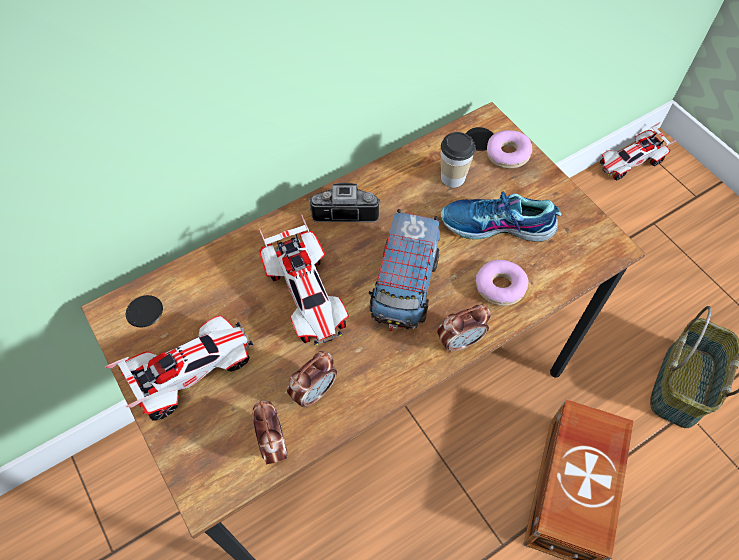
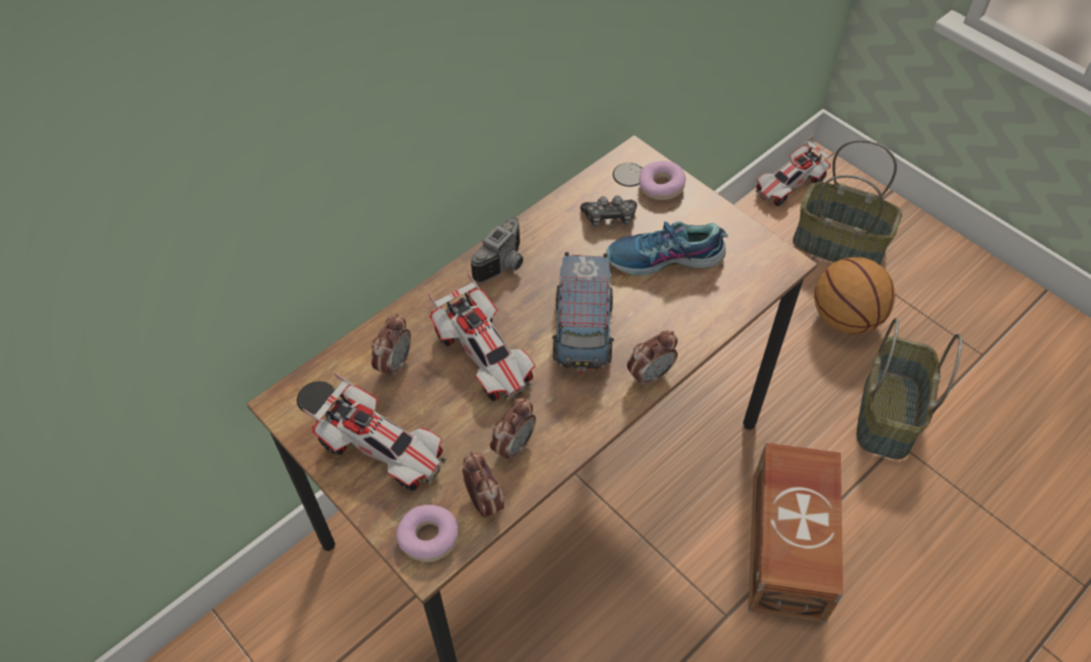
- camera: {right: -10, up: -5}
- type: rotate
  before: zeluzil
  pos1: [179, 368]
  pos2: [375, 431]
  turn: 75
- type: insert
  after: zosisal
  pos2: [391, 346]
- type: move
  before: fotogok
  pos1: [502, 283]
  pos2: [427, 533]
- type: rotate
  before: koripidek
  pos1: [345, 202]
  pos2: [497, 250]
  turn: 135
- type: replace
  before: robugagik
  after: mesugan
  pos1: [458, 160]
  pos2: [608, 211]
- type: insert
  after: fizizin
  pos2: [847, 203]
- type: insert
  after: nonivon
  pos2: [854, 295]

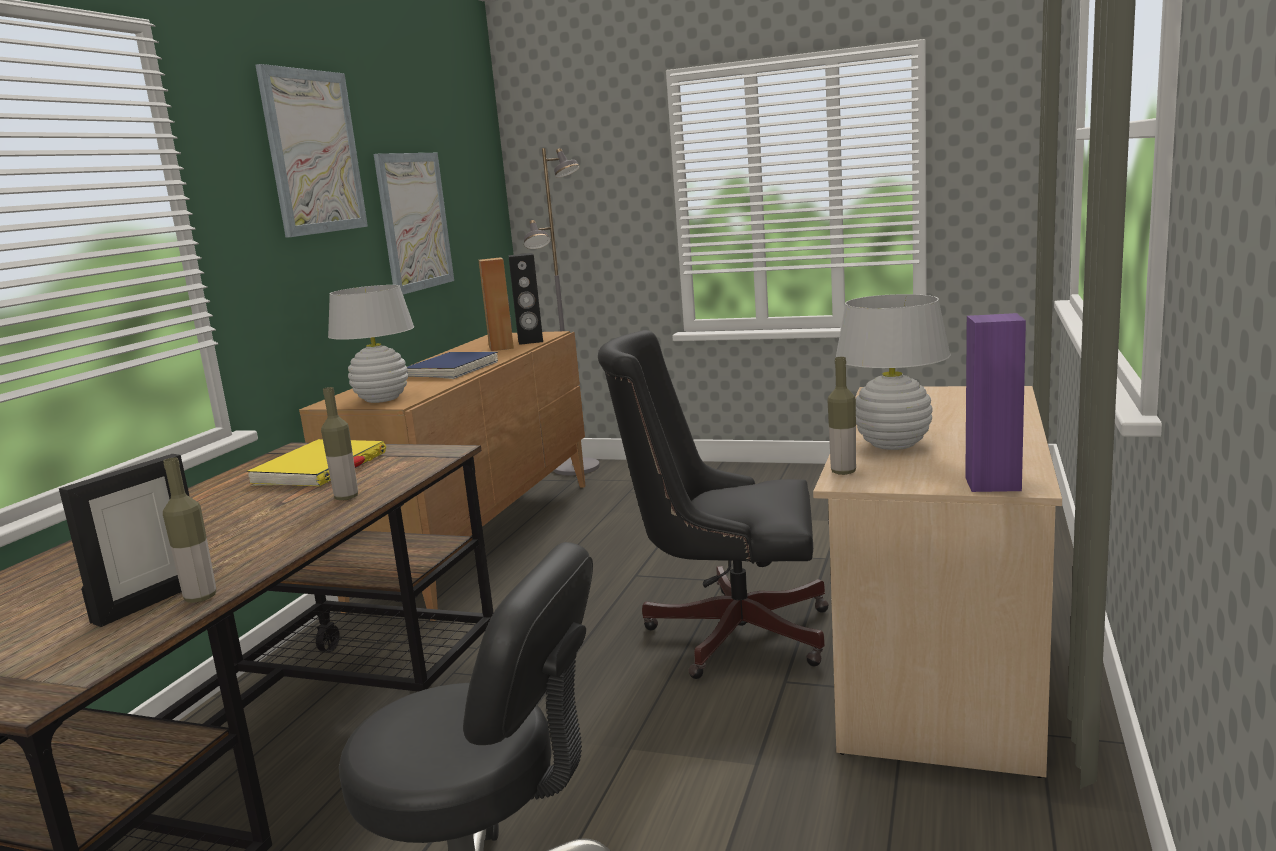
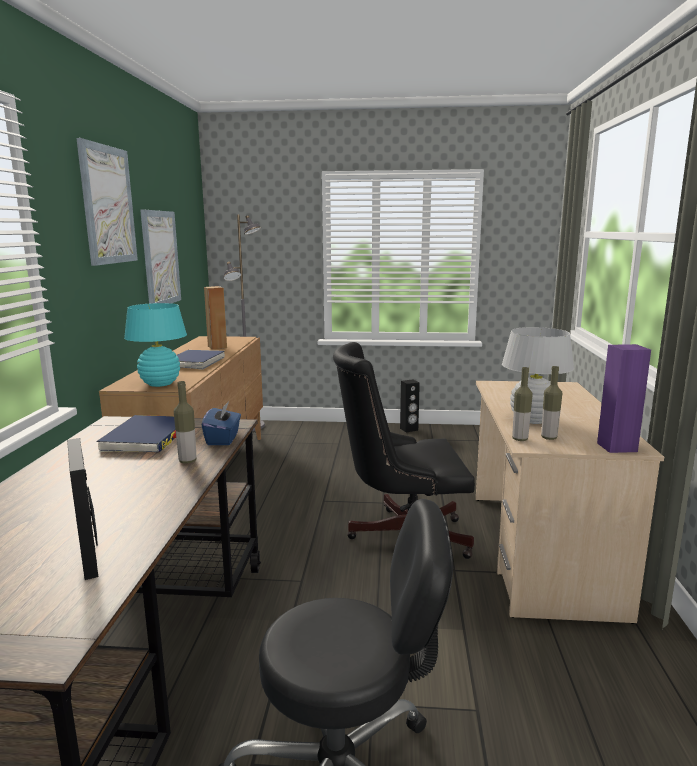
- camera: {right: -15, up: 0}
- type: rotate
  before: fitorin
  pos1: [124, 540]
  pos2: [82, 509]
  turn: 135
- type: recolor
  before: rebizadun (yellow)
  after: rebizadun (blue)
  pos1: [316, 462]
  pos2: [136, 433]
- type: recolor
  before: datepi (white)
  after: datepi (turquoise)
  pos1: [371, 344]
  pos2: [155, 345]
- type: insert
  after: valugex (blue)
  pos2: [221, 423]
- type: move
  before: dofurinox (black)
  pos1: [525, 299]
  pos2: [410, 405]
- type: move
  before: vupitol
  pos1: [189, 530]
  pos2: [551, 403]

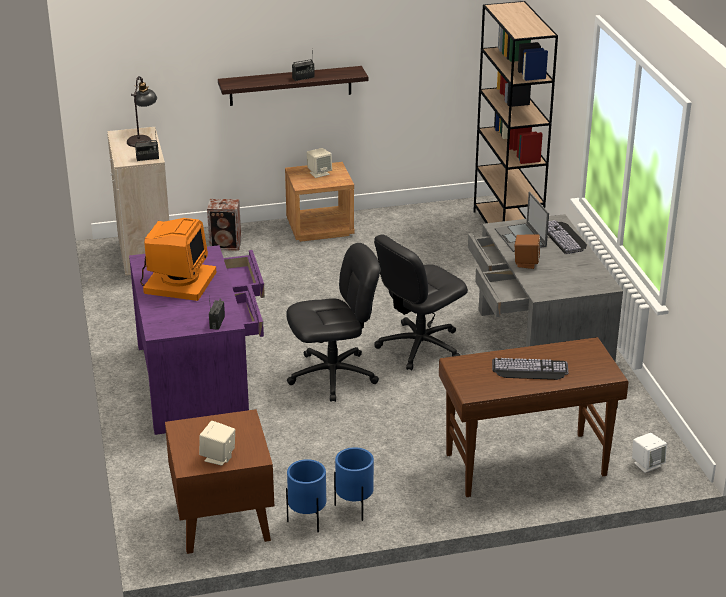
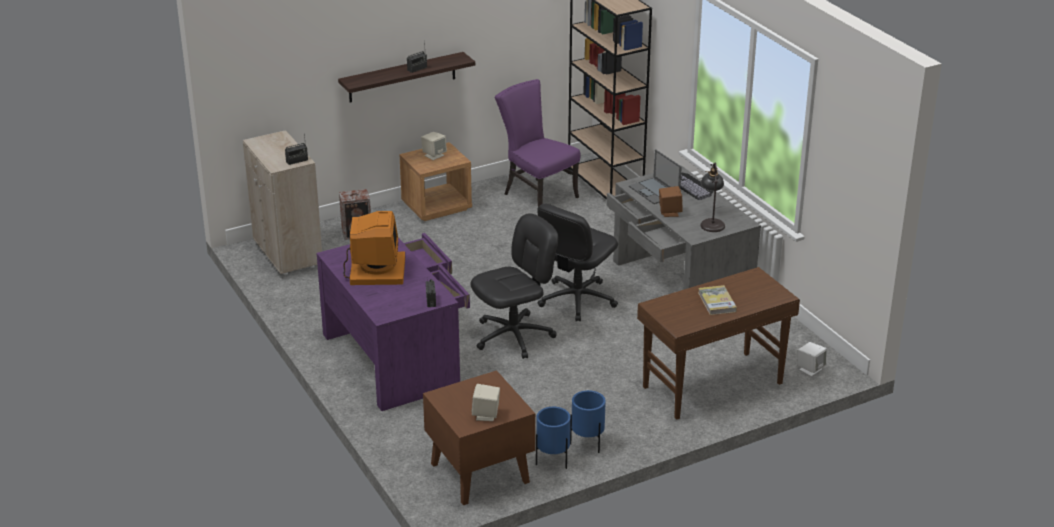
- camera: {right: -15, up: 0}
- type: insert
  after: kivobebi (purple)
  pos2: [538, 143]
- type: replace
  before: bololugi
  after: rebizadun
  pos1: [530, 369]
  pos2: [717, 300]
- type: move
  before: datepi (grey)
  pos1: [142, 111]
  pos2: [712, 197]

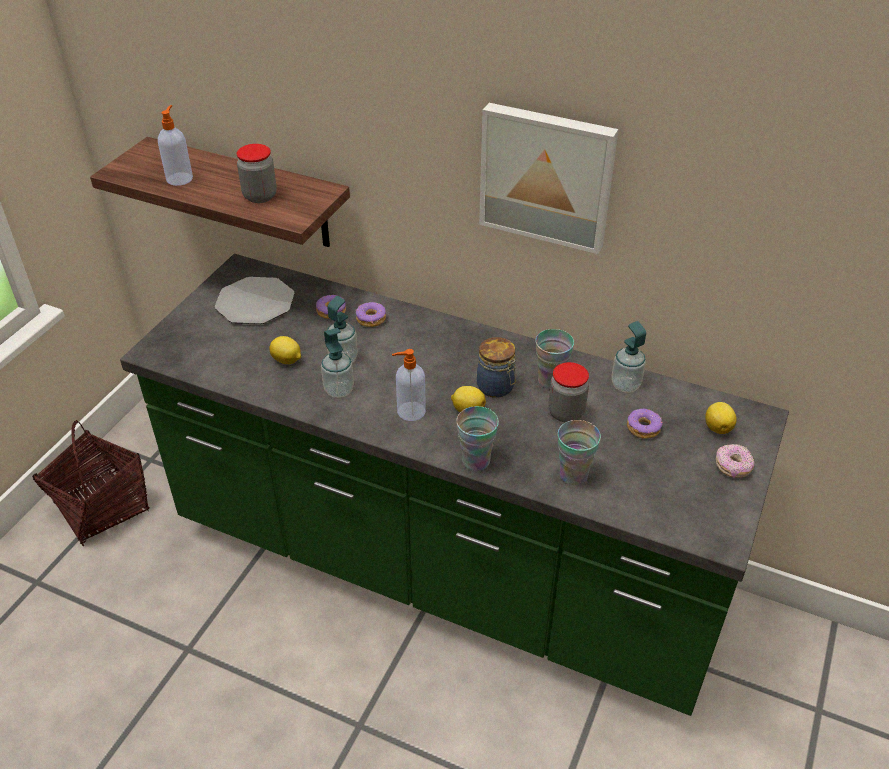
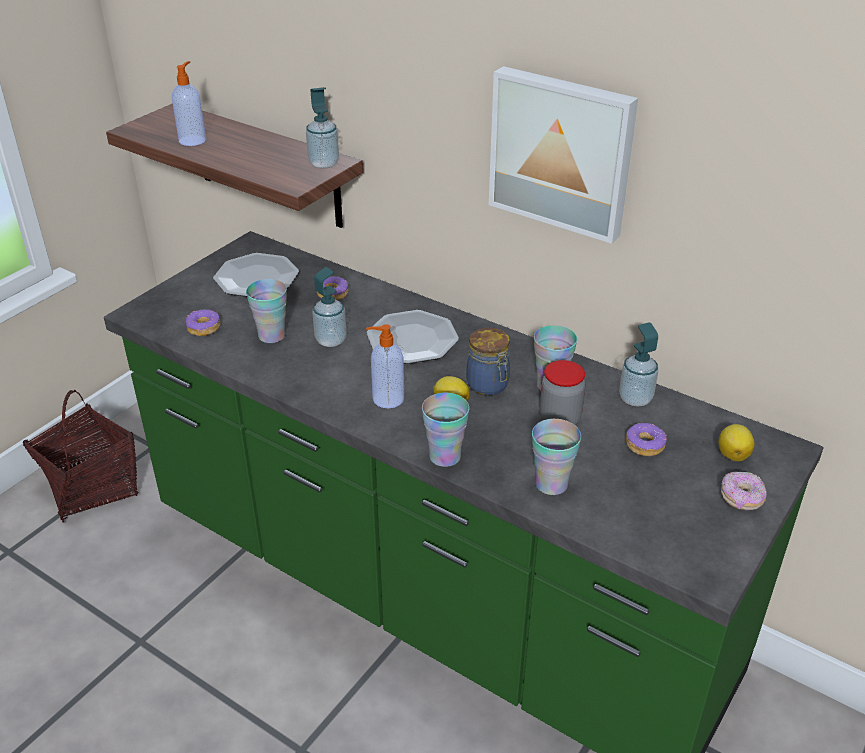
- camera: {right: 10, up: -5}
- type: move
  before: fotogok
  pos1: [371, 314]
  pos2: [203, 323]
- type: replace
  before: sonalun
  after: robugagik
  pos1: [285, 350]
  pos2: [266, 311]
- type: move
  before: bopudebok
  pos1: [337, 363]
  pos2: [322, 128]
- type: insert
  after: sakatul
  pos2: [413, 337]
- type: delete
  before: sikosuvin
  pos1: [257, 173]

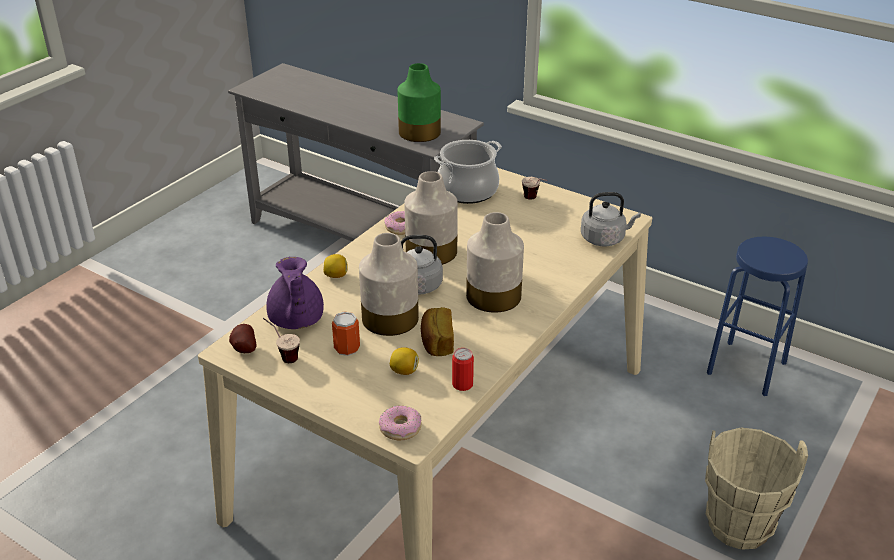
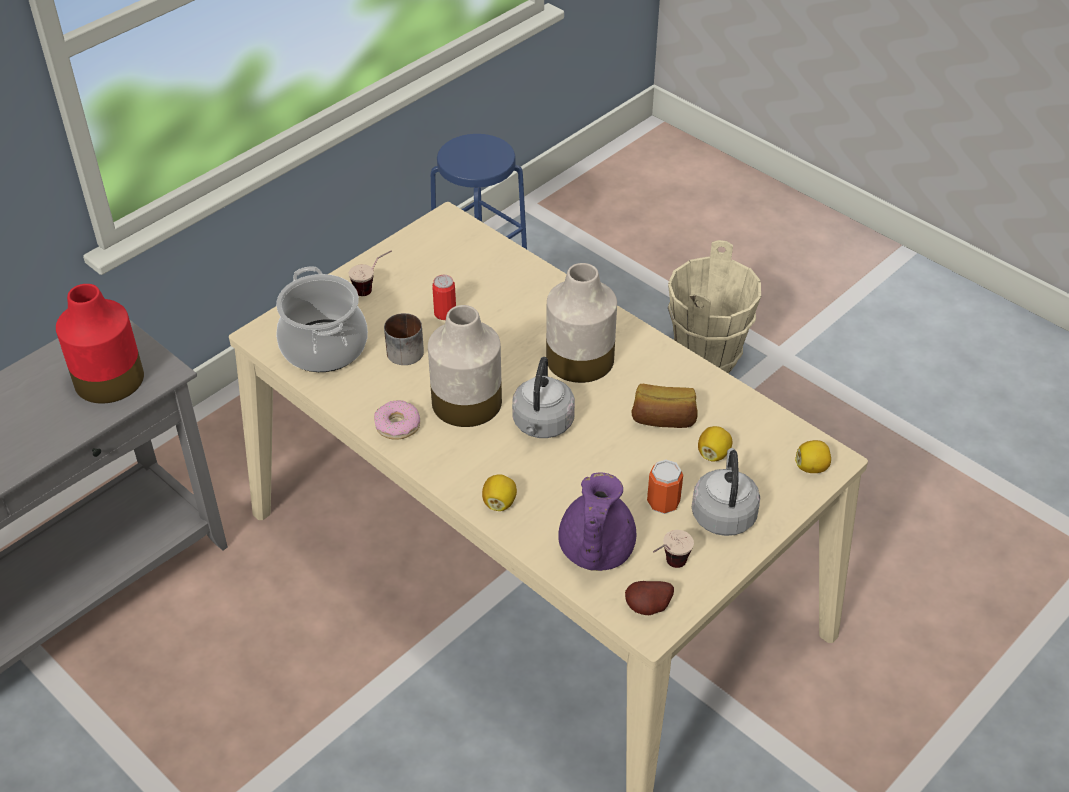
- camera: {right: -80, up: 10}
- type: recolor
  before: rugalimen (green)
  after: rugalimen (red)
  pos1: [419, 102]
  pos2: [100, 344]
- type: insert
  after: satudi
  pos2: [404, 339]
- type: move
  before: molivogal
  pos1: [463, 369]
  pos2: [444, 297]
- type: rotate
  before: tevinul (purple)
  pos1: [295, 293]
  pos2: [597, 522]
  turn: 105
- type: move
  before: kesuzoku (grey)
  pos1: [611, 219]
  pos2: [726, 492]
- type: replace
  before: fotogok
  after: sonalun
  pos1: [400, 422]
  pos2: [813, 456]
- type: delete
  before: rugalimen (beige)
  pos1: [389, 284]

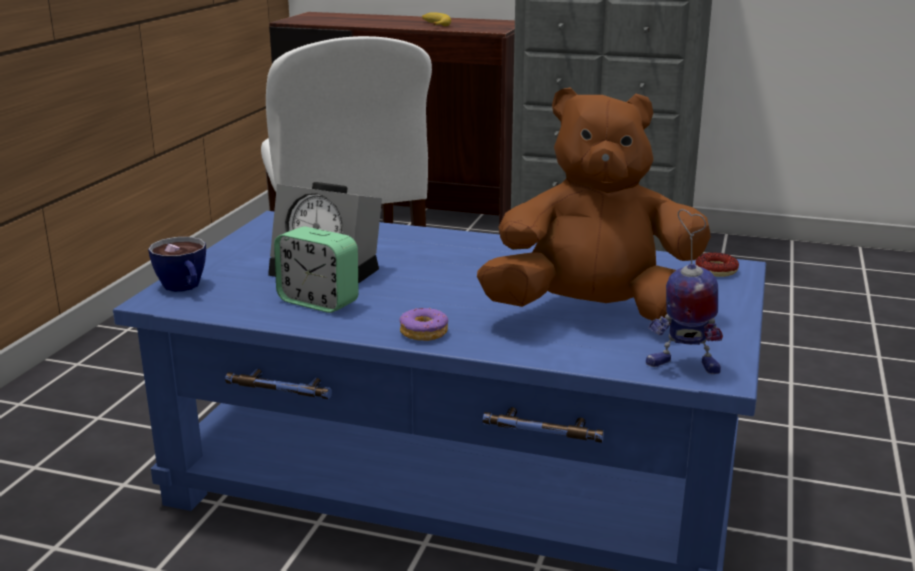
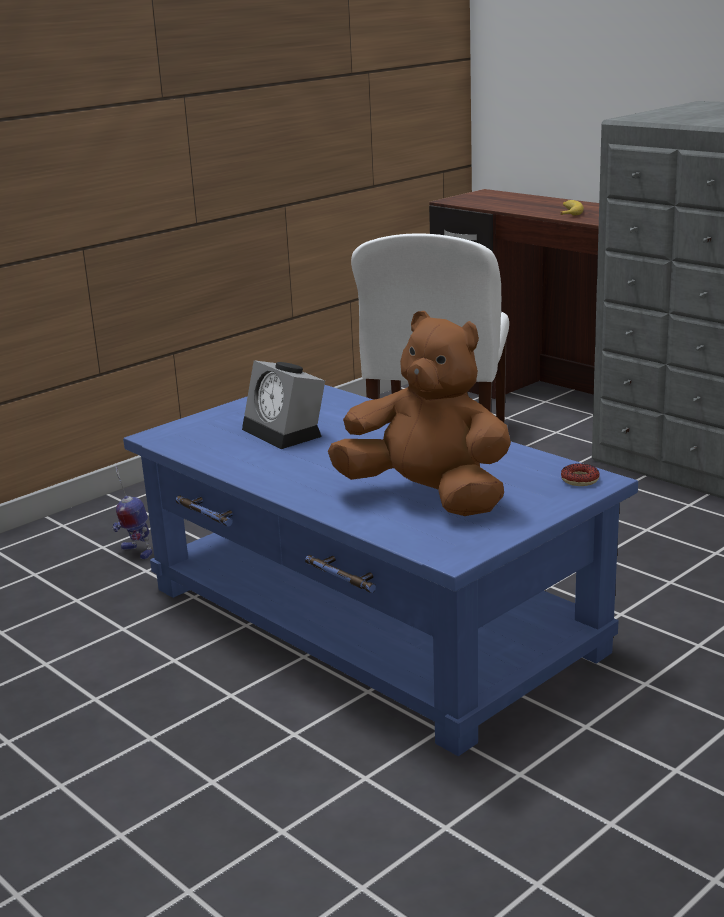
- camera: {right: 30, up: 0}
- type: move
  before: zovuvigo
  pos1: [684, 291]
  pos2: [132, 512]
- type: delete
  before: robugagik
  pos1: [177, 264]
- type: delete
  before: zosisal
  pos1: [316, 269]
- type: delete
  before: fotogok
  pos1: [423, 324]

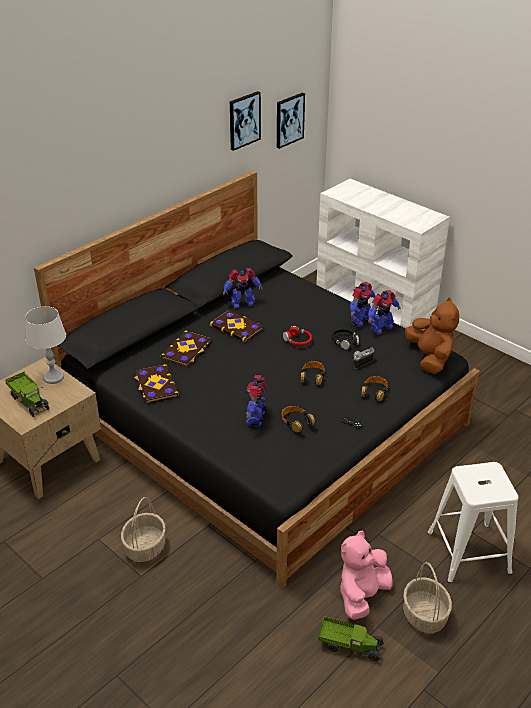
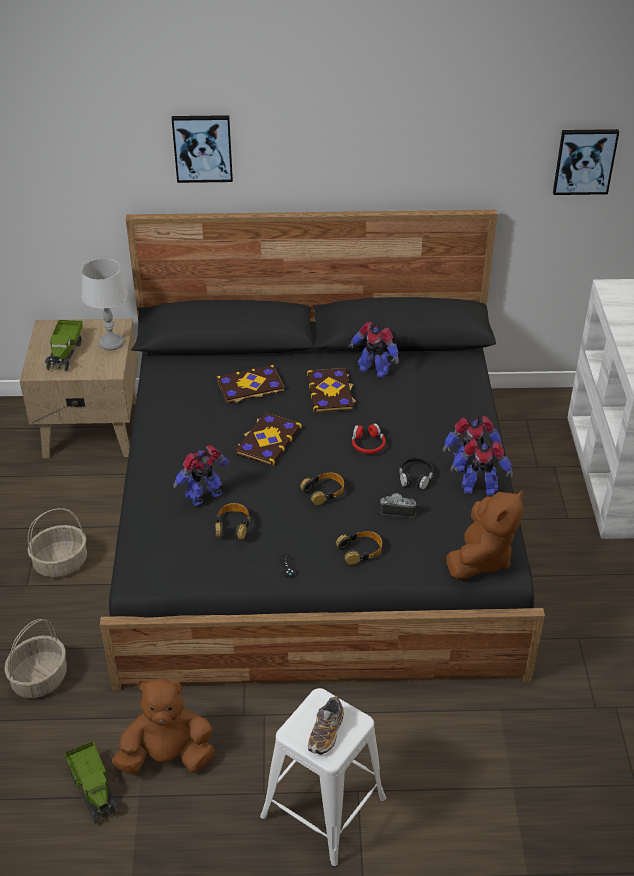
- camera: {right: 45, up: 5}
- type: move
  before: fizizin
  pos1: [427, 597]
  pos2: [35, 658]
- type: recolor
  before: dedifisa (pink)
  after: dedifisa (brown)
  pos1: [366, 575]
  pos2: [163, 726]
- type: move
  before: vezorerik
  pos1: [245, 121]
  pos2: [202, 149]
- type: move
  before: rebizadun
  pos1: [156, 383]
  pos2: [269, 439]
- type: insert
  after: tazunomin
  pos2: [326, 725]

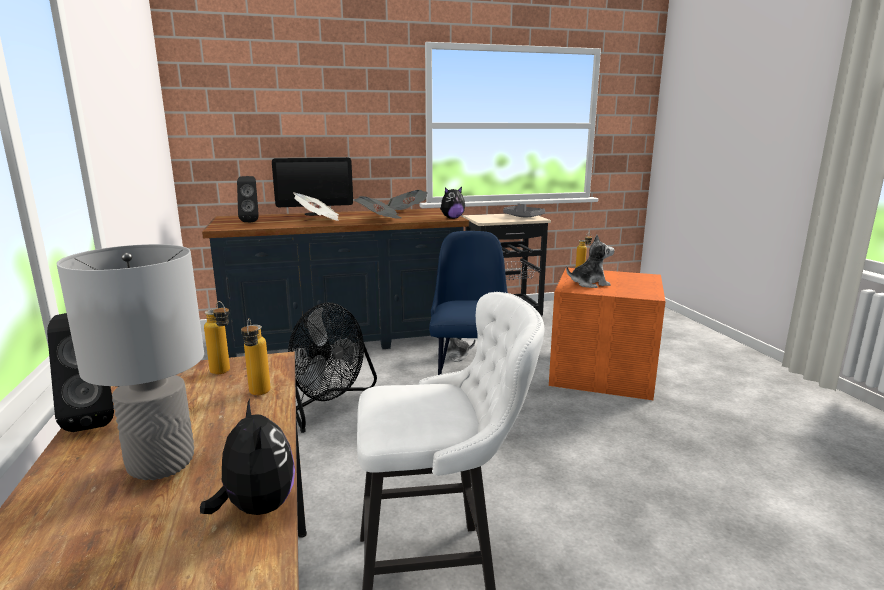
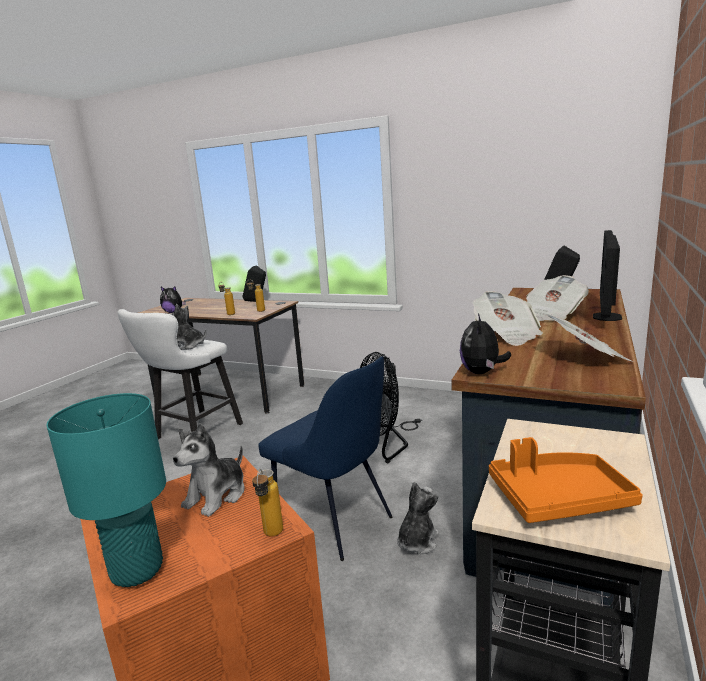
- camera: {right: 130, up: 0}
- type: insert
  after: datepi (turquoise)
  pos2: [106, 490]
- type: insert
  after: dedifisa
  pos2: [188, 327]
- type: recolor
  before: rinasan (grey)
  after: rinasan (orange)
  pos1: [524, 210]
  pos2: [566, 480]
- type: delete
  before: datepi (grey)
  pos1: [130, 362]

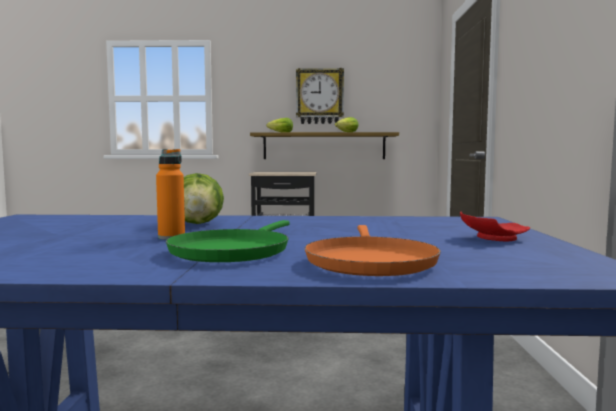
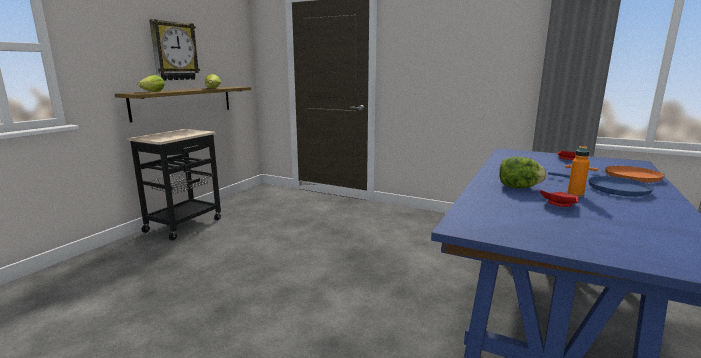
- camera: {right: -65, up: 10}
- type: insert
  after: sakatul (red)
  pos2: [559, 198]
- type: recolor
  before: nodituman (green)
  after: nodituman (blue)
  pos1: [228, 241]
  pos2: [601, 184]

